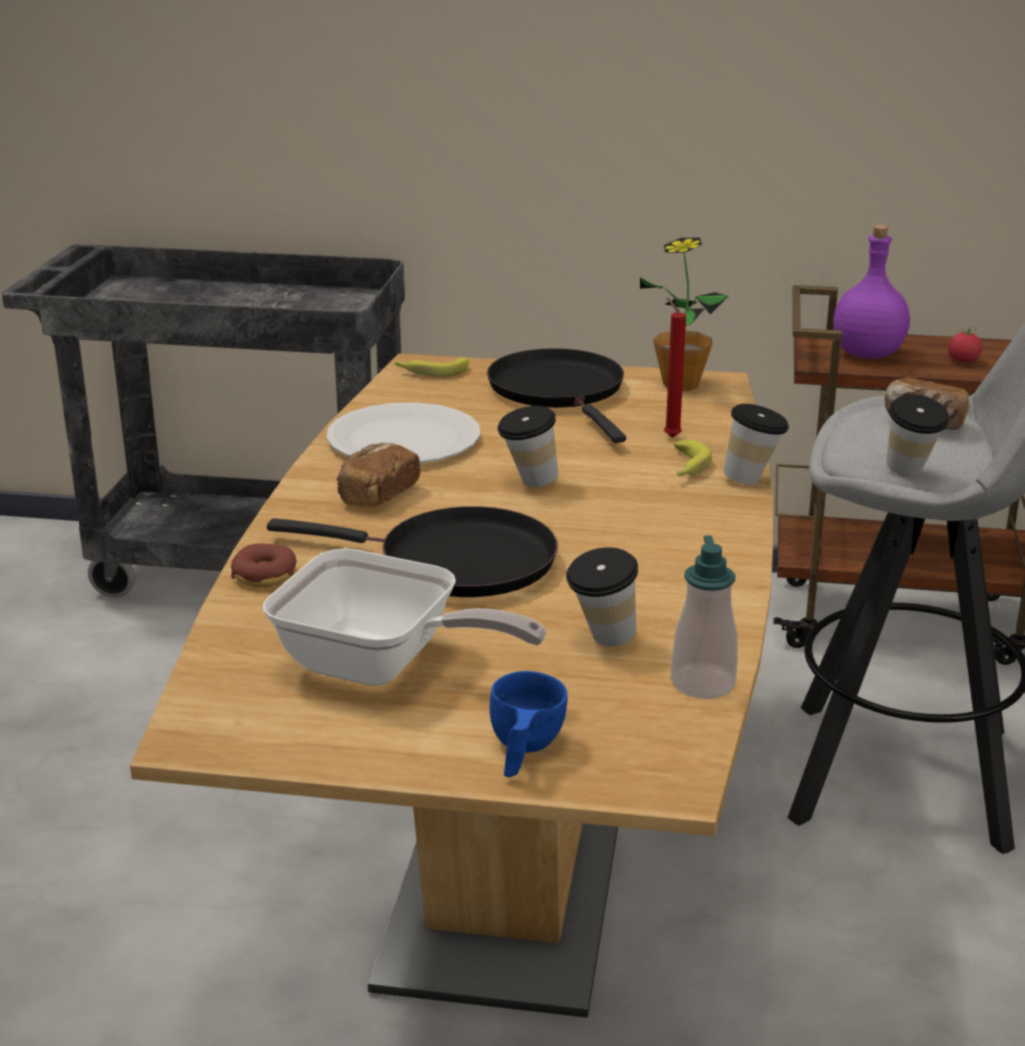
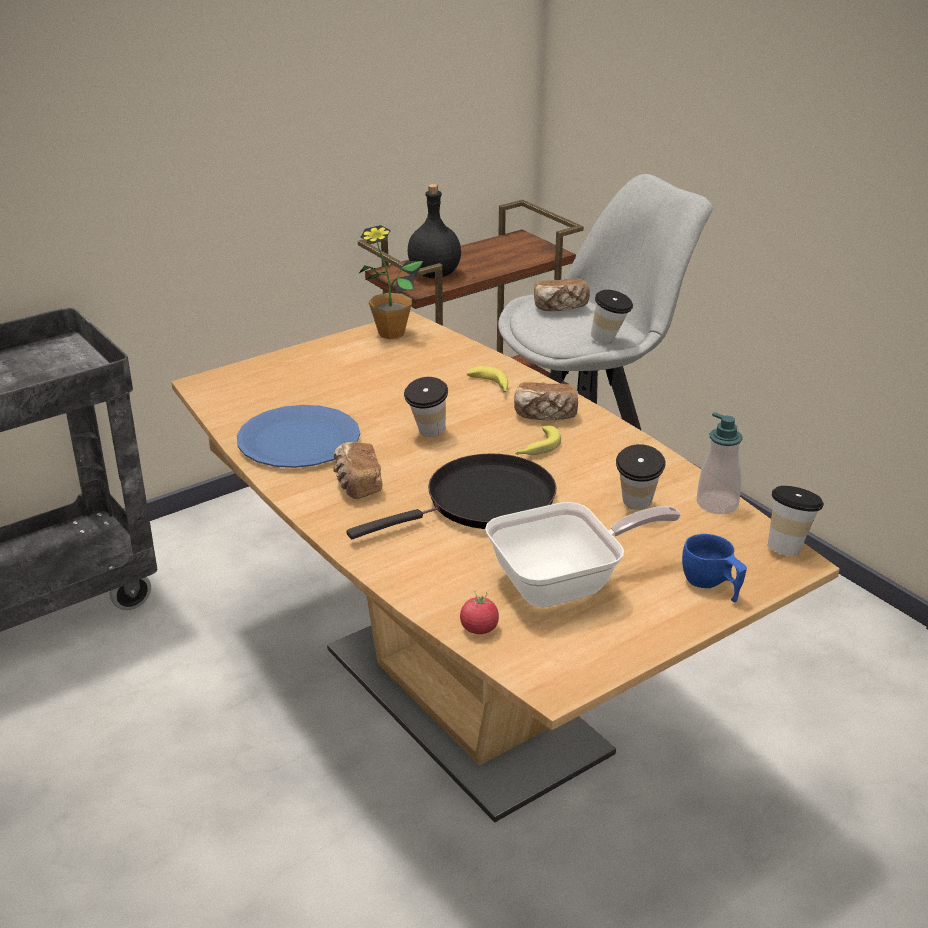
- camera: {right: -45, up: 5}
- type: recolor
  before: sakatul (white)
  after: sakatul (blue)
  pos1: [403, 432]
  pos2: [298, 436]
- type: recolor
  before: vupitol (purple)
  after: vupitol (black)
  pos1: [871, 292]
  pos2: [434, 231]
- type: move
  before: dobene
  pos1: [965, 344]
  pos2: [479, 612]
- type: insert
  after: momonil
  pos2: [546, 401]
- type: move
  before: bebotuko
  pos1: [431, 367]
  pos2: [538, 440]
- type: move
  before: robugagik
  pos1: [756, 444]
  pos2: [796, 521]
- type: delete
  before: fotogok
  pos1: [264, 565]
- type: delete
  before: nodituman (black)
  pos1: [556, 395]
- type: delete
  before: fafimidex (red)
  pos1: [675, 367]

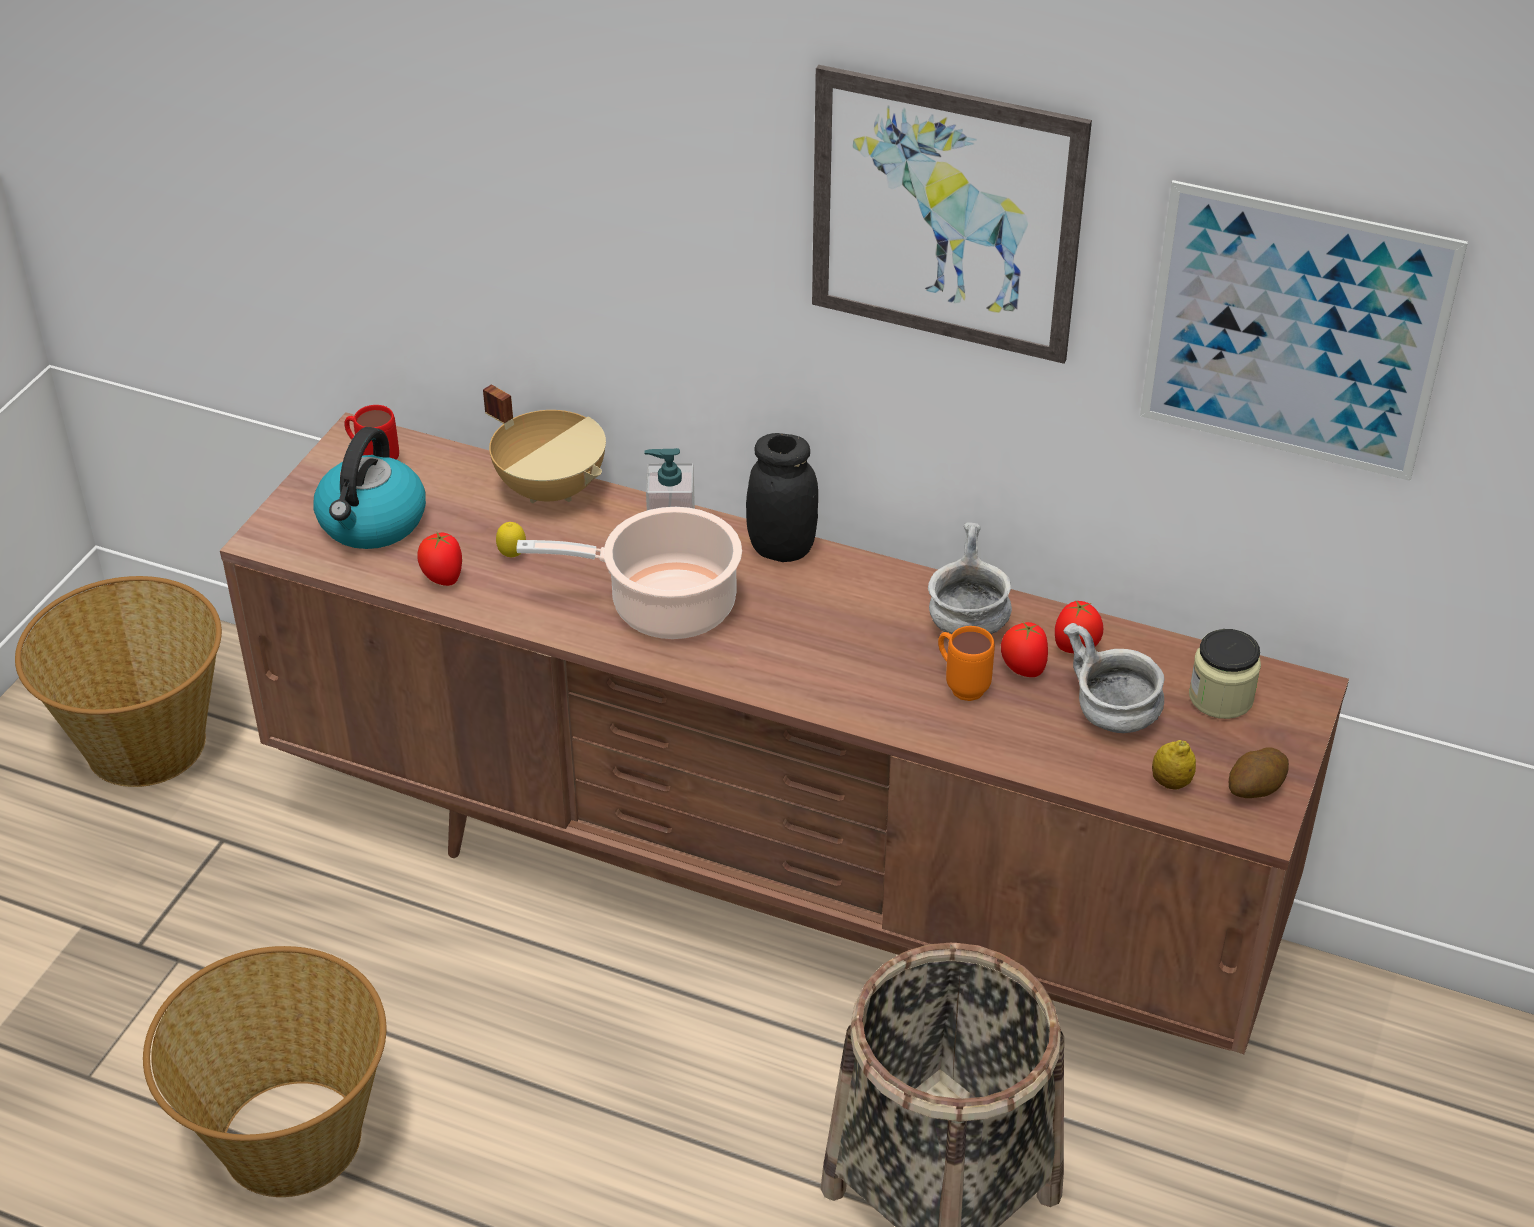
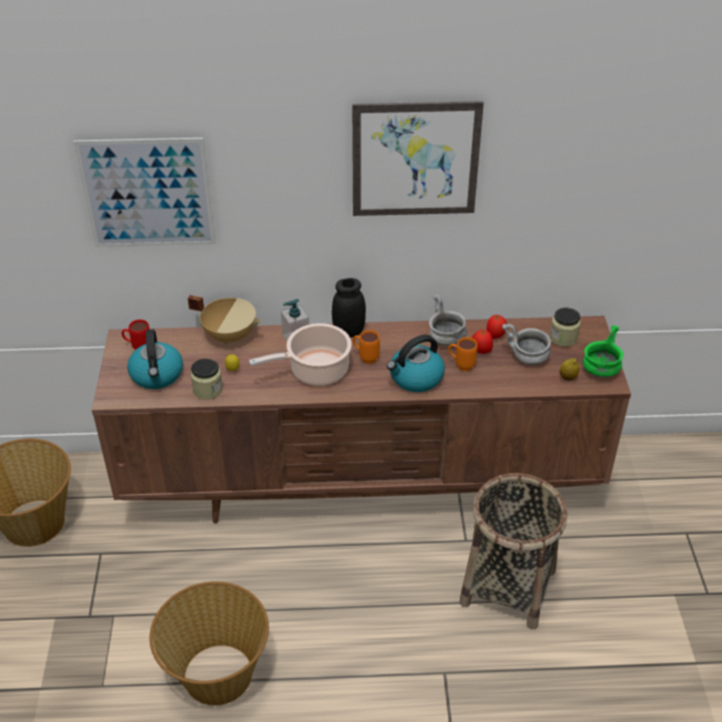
- camera: {right: -25, up: 0}
- type: move
  before: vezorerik
  pos1: [1304, 330]
  pos2: [144, 192]
- type: replace
  before: dobene
  after: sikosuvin
  pos1: [439, 558]
  pos2: [206, 379]
- type: insert
  after: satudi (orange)
  pos2: [366, 347]
- type: insert
  after: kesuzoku
  pos2: [416, 363]
- type: replace
  before: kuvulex
  after: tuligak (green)
  pos1: [1259, 772]
  pos2: [603, 351]

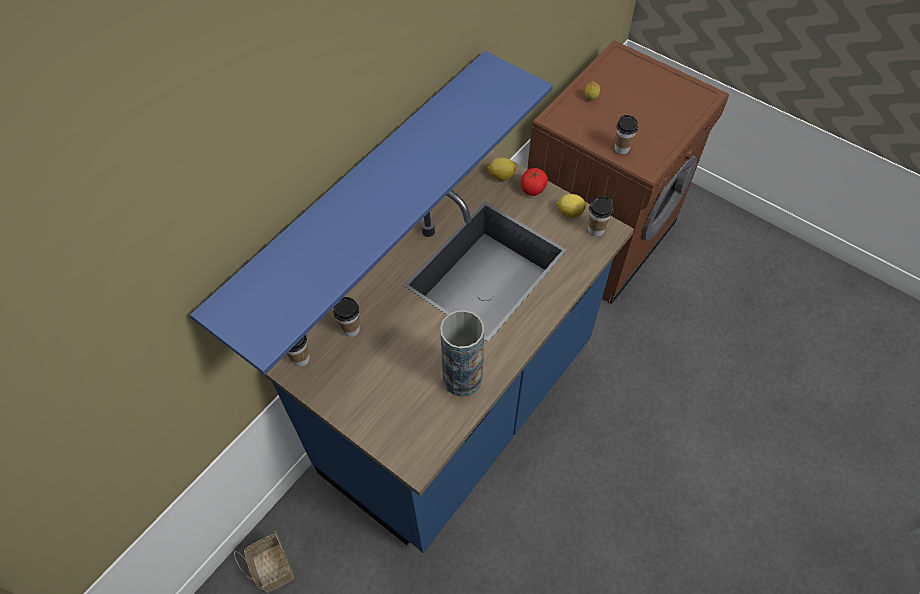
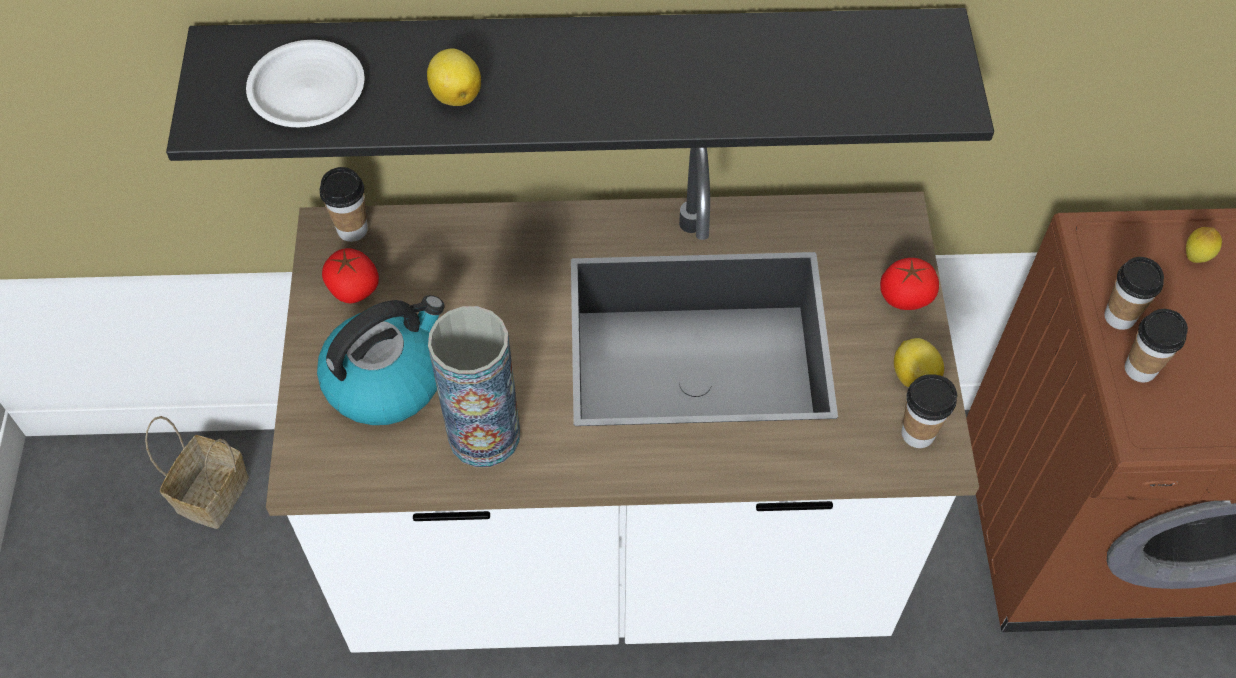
- camera: {right: 50, up: 0}
- type: recolor
  before: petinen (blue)
  after: petinen (black)
  pos1: [371, 213]
  pos2: [580, 84]
- type: insert
  after: sakatul (white)
  pos2: [305, 83]
- type: recolor
  before: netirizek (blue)
  after: netirizek (white)
  pos1: [449, 351]
  pos2: [622, 400]
- type: insert
  after: kesuzoku
  pos2: [380, 360]
- type: insert
  after: dobene
  pos2: [350, 276]
- type: move
  before: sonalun
  pos1: [501, 169]
  pos2: [454, 77]
- type: move
  before: robugagik
  pos1: [346, 317]
  pos2: [1134, 293]

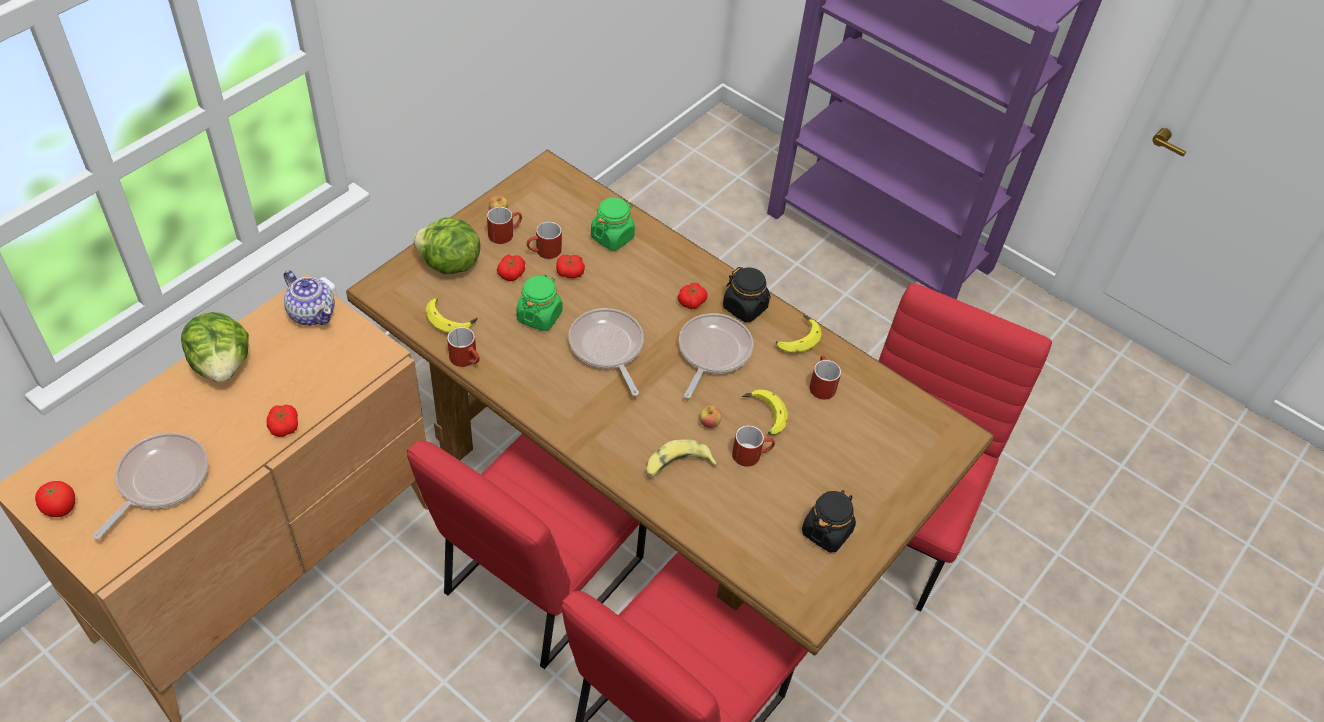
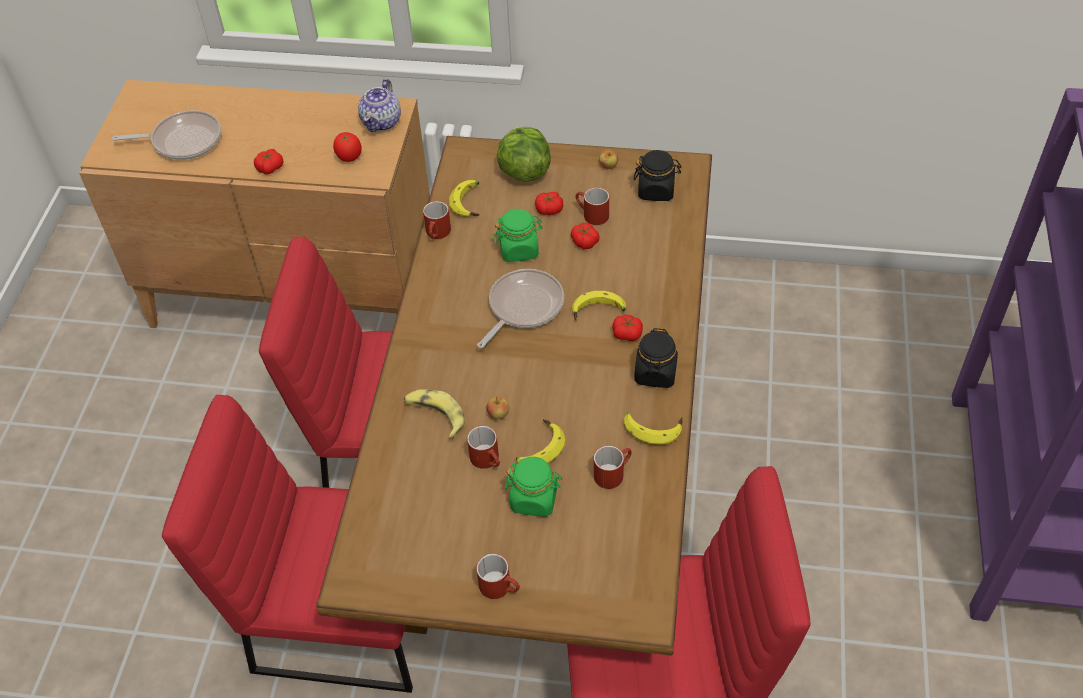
- camera: {right: 65, up: 0}
- type: move
  before: dobene
  pos1: [55, 499]
  pos2: [347, 147]
- type: move
  before: satudi (red)
  pos1: [504, 225]
  pos2: [498, 576]
- type: move
  before: sikosuvin (green)
  pos1: [613, 224]
  pos2: [533, 487]
- type: insert
  after: bebotuko
  pos2: [599, 306]
- type: move
  before: sikosuvin (black)
  pos1: [829, 521]
  pos2: [657, 175]
- type: delete
  before: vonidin
  pos1: [215, 347]
- type: delete
  before: nodituman
  pos1: [716, 356]

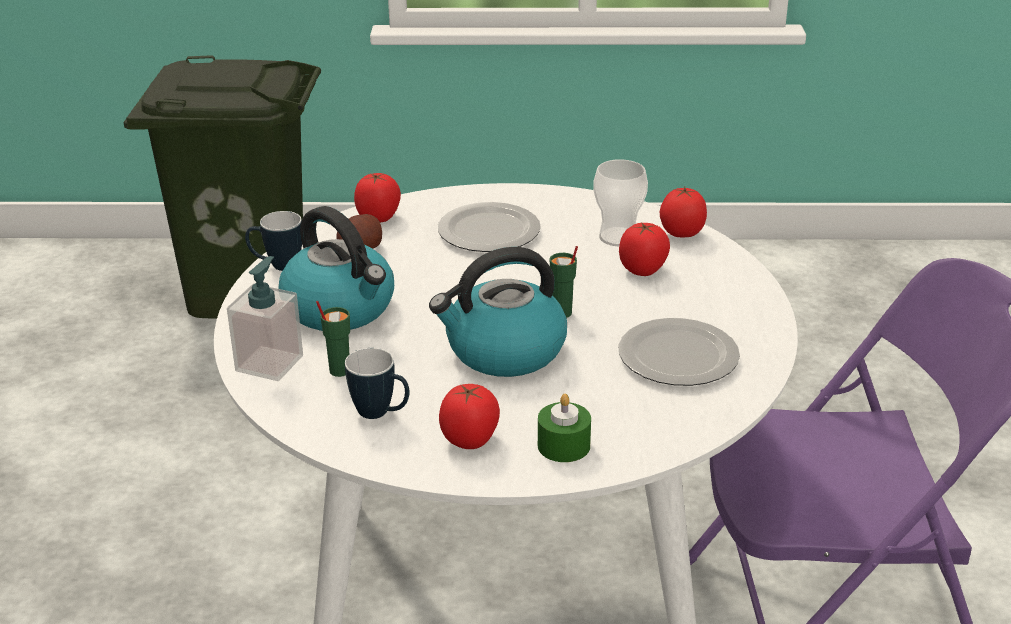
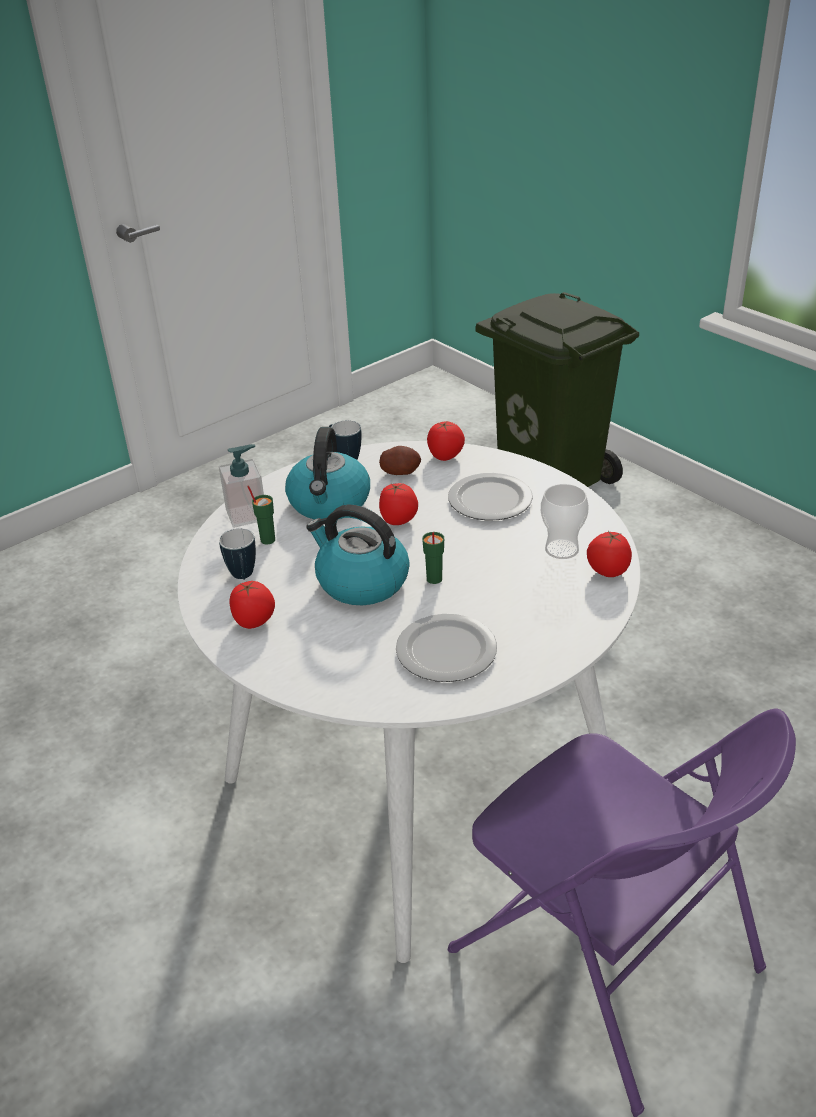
- camera: {right: 50, up: 5}
- type: move
  before: dobene
  pos1: [644, 249]
  pos2: [398, 504]
- type: delete
  before: fafimidex (green)
  pos1: [564, 428]

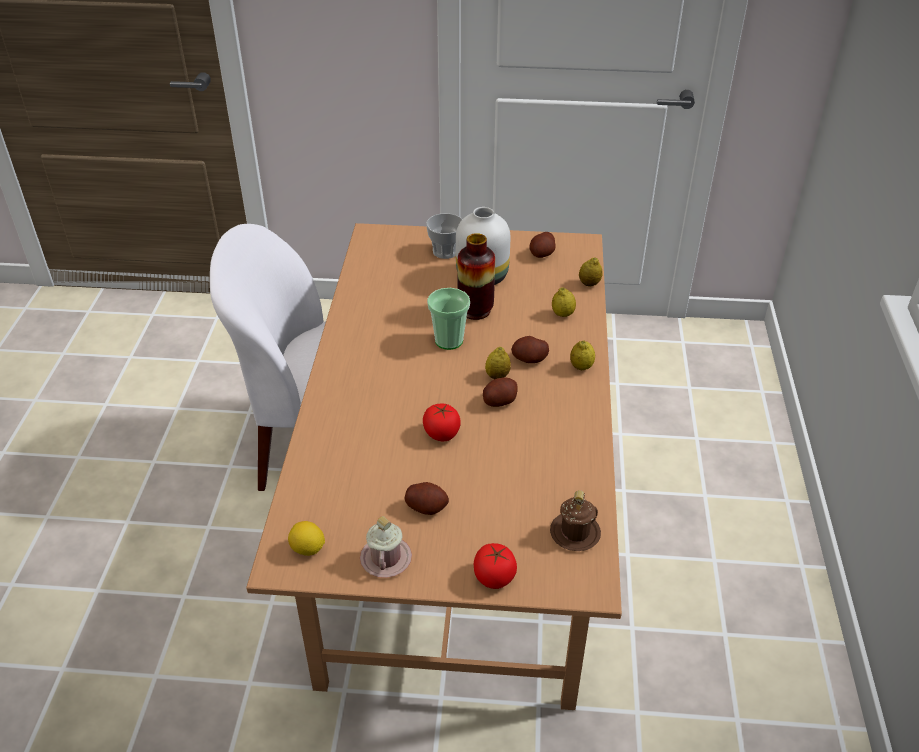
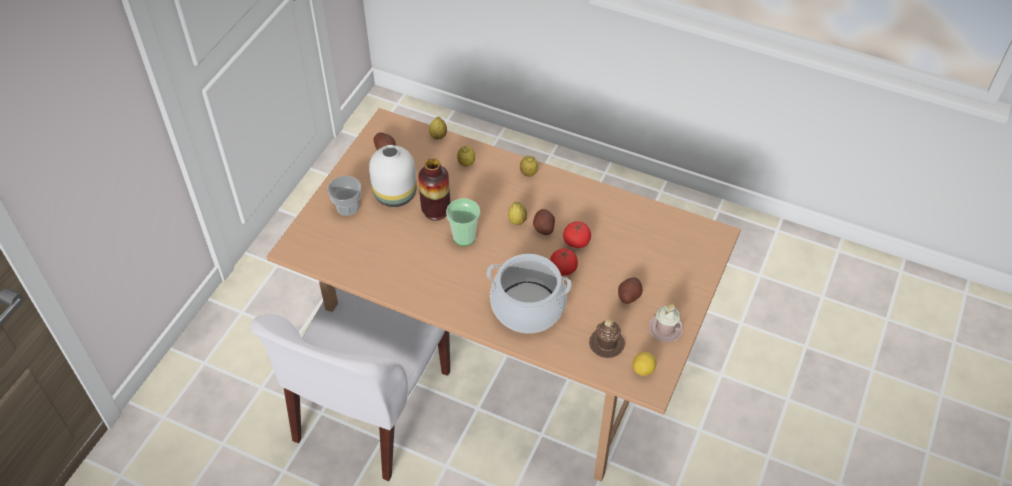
- camera: {right: -70, up: 10}
- type: insert
  after: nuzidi
  pos2: [529, 293]
- type: move
  before: dobene
  pos1: [495, 566]
  pos2: [577, 235]
- type: move
  before: satudi (brown)
  pos1: [575, 520]
  pos2: [607, 338]
- type: delete
  before: kuvulex
  pos1: [530, 349]

